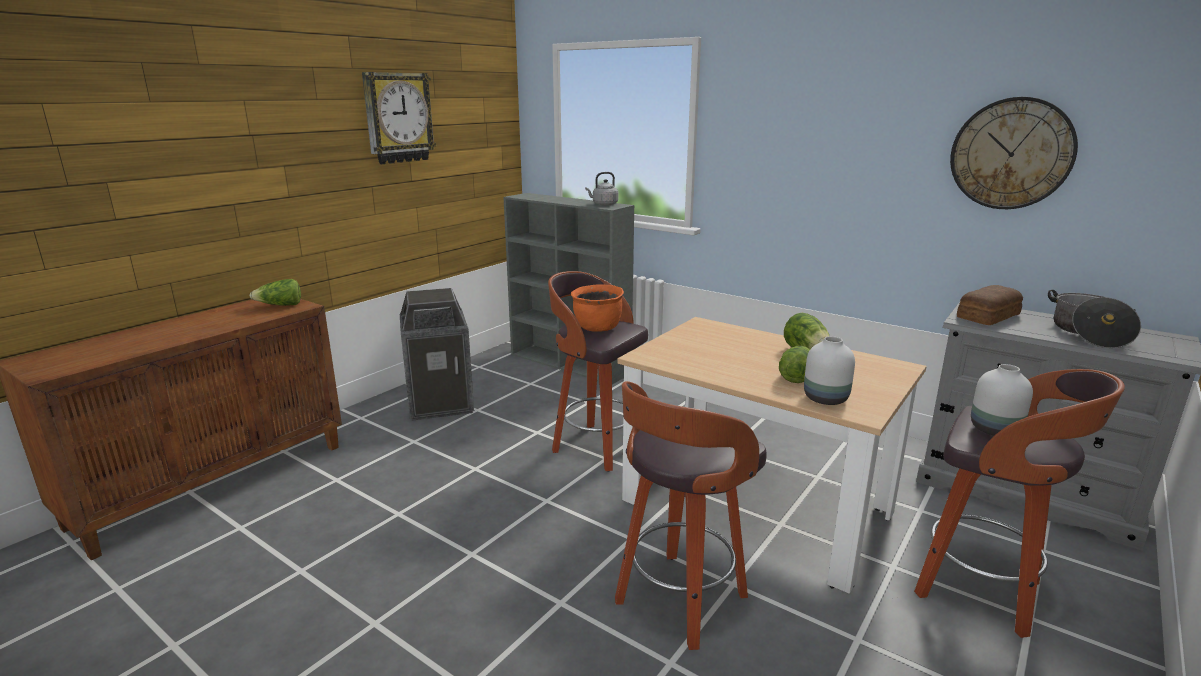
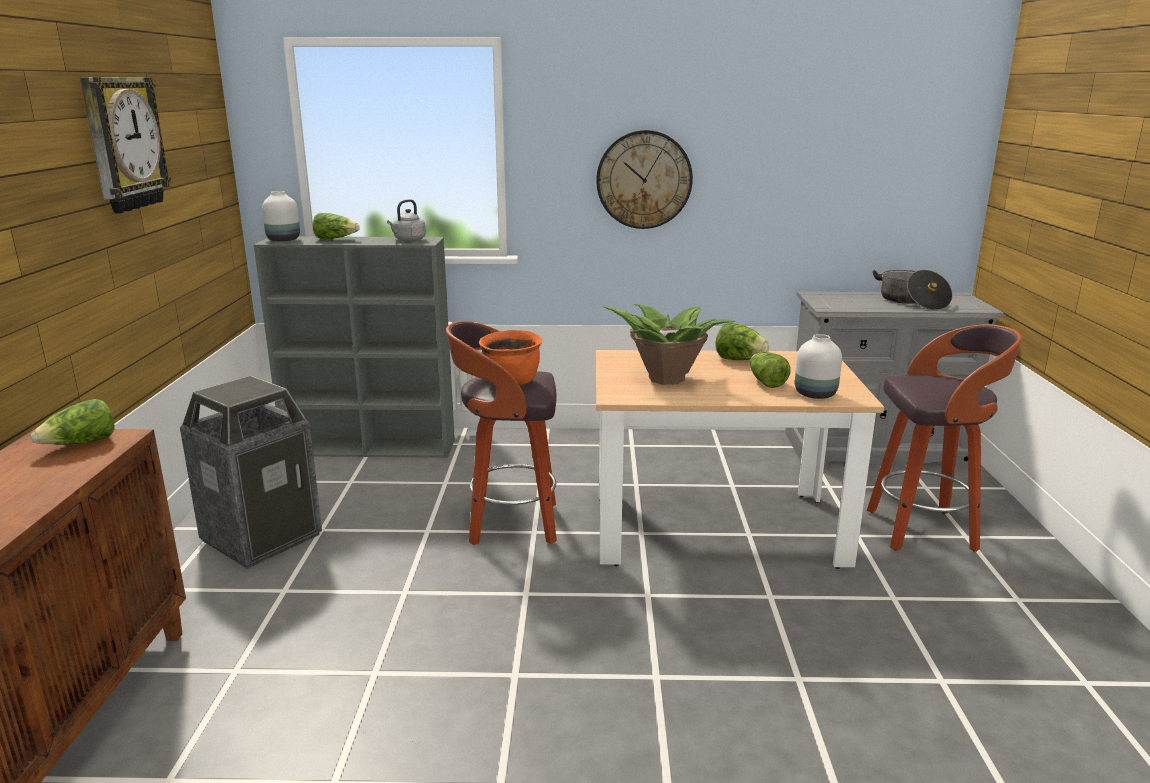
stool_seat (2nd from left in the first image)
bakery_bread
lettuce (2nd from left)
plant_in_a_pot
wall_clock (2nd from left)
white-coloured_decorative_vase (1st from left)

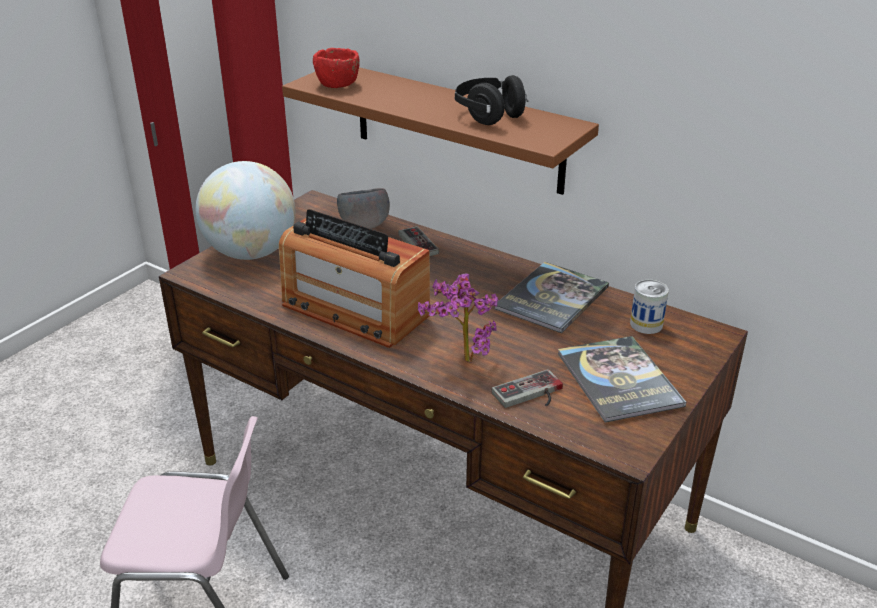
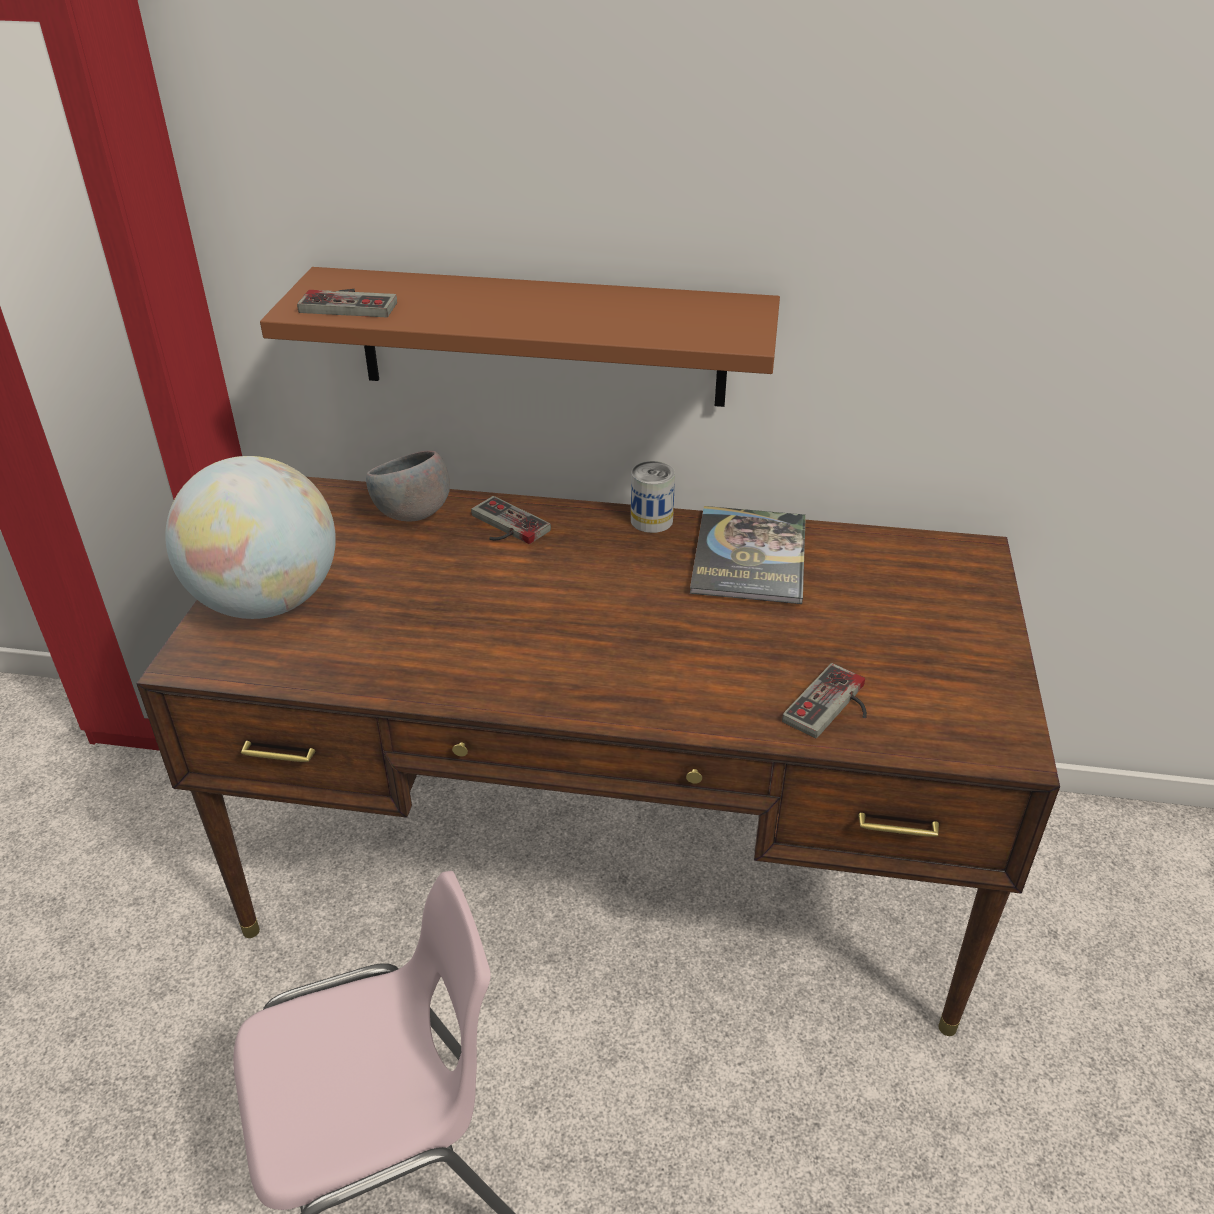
radio
plant_in_a_pot
black_pair_of_headphones
volume (2nd from left in the first image)
can
gamepad (1st from left)

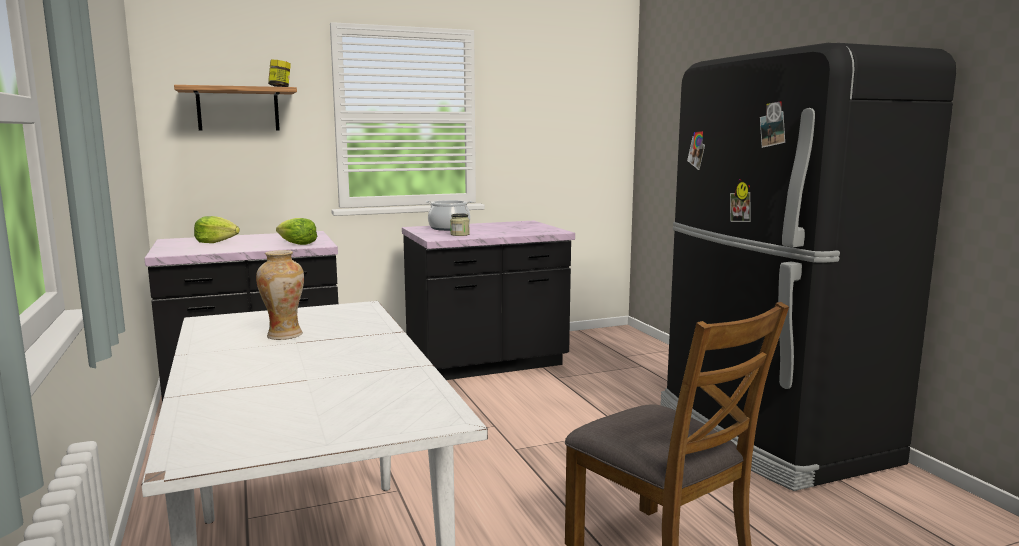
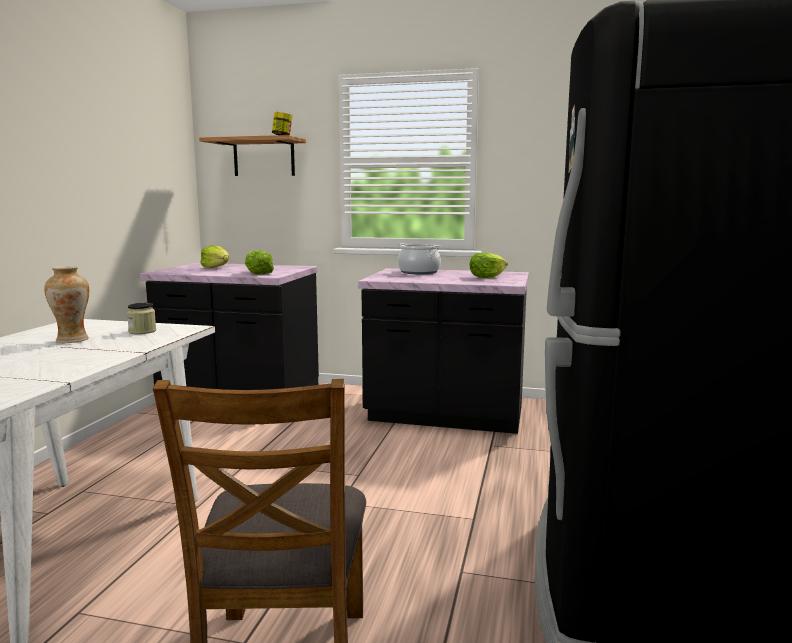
lettuce (3rd from left)
storage_jar (1st from left)

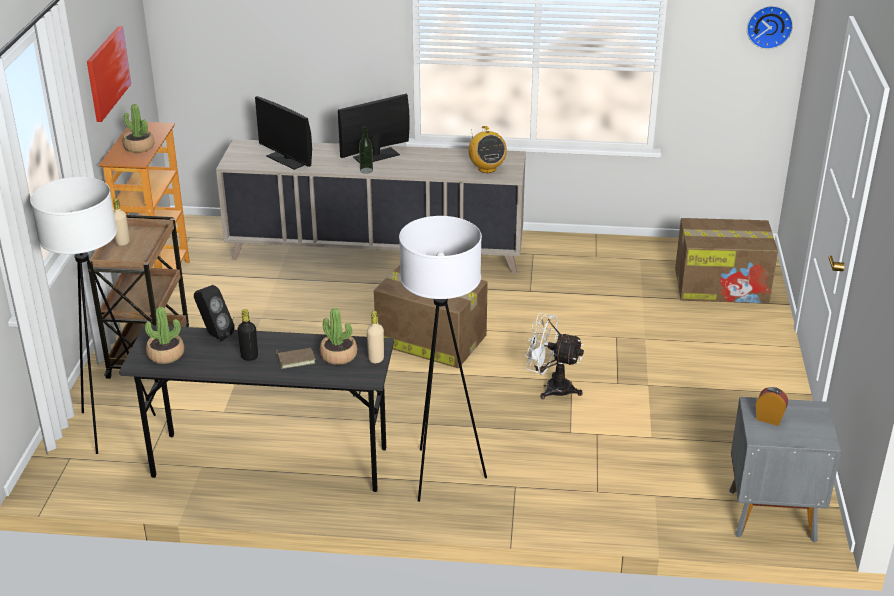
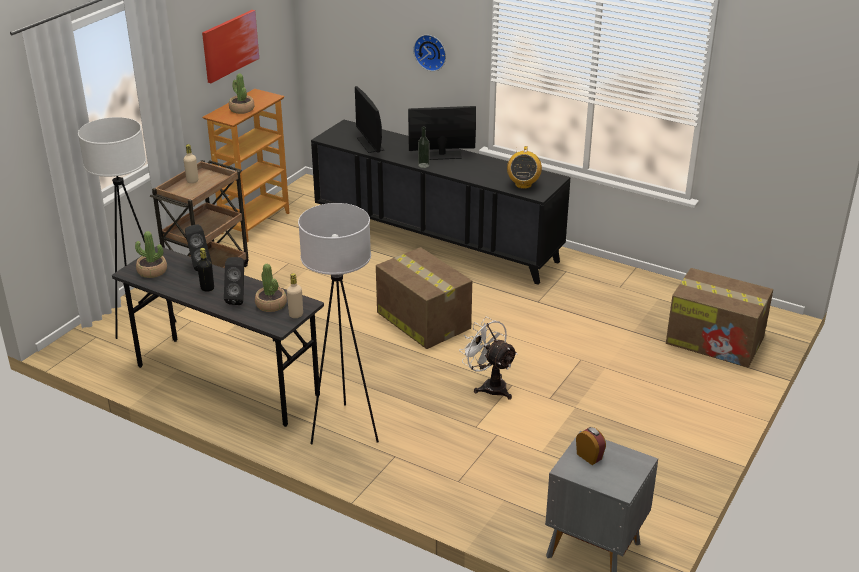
wall_clock
black_speaker (2nd from left)
black_cabinet

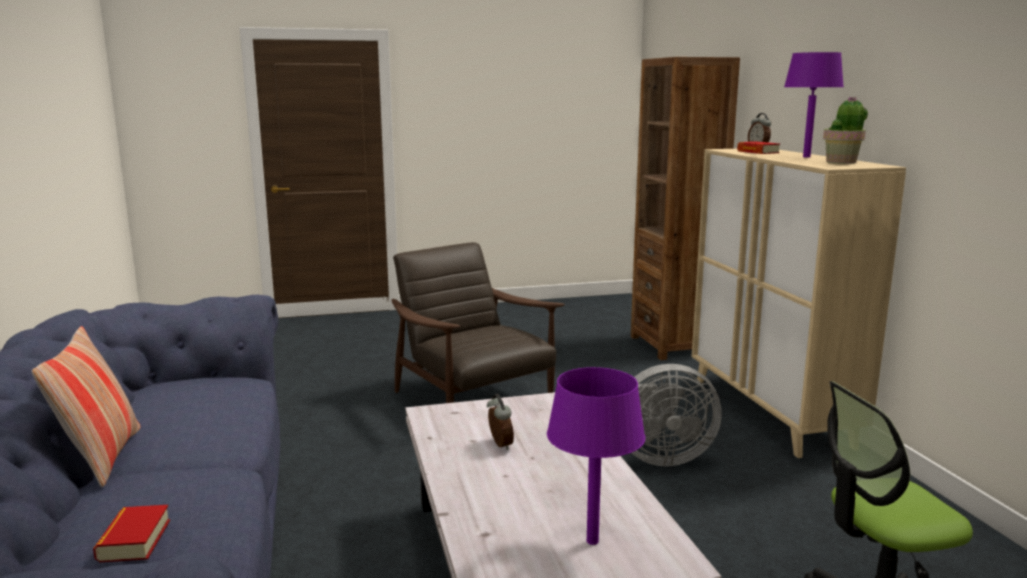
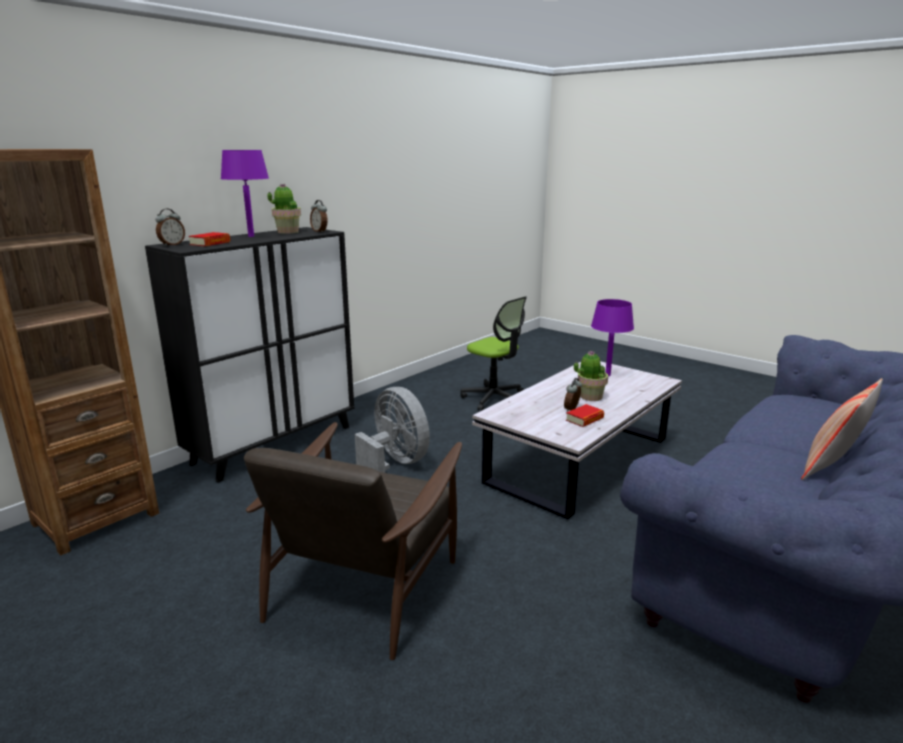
alarm_clock (2nd from left)
plant_in_a_pot (2nd from left)
volume (2nd from left)
black_cabinet

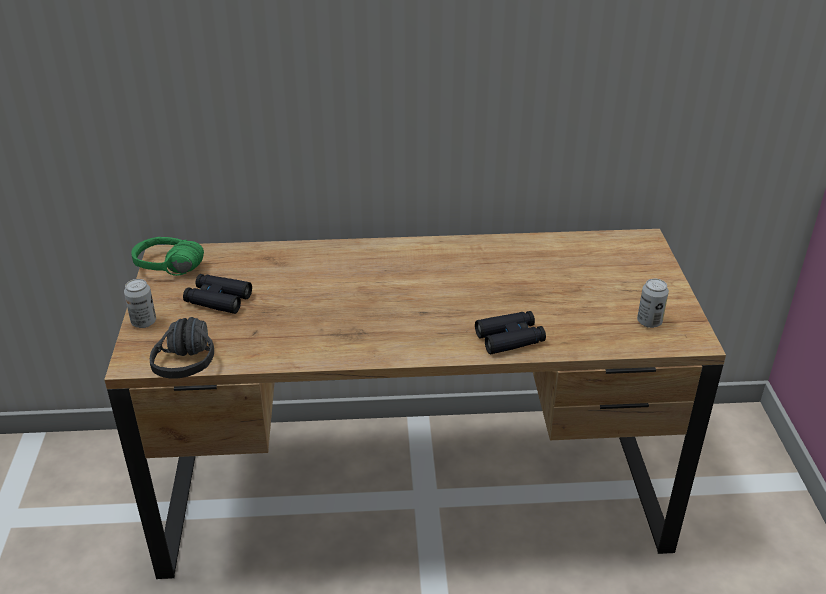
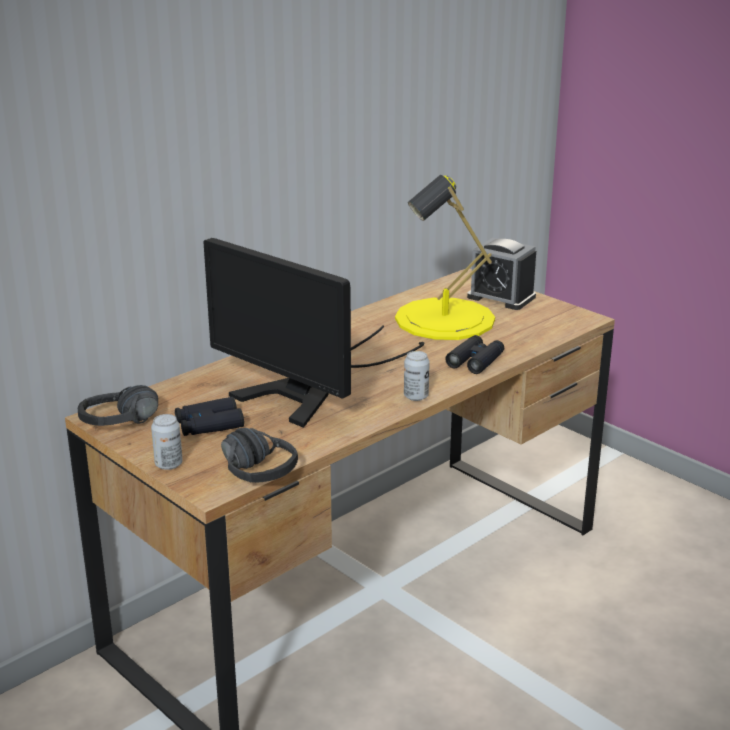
monitor
yellow-coloured_lamp_for_a_table
alarm_clock
can (2nd from left)
black_pair_of_headphones (1st from left)

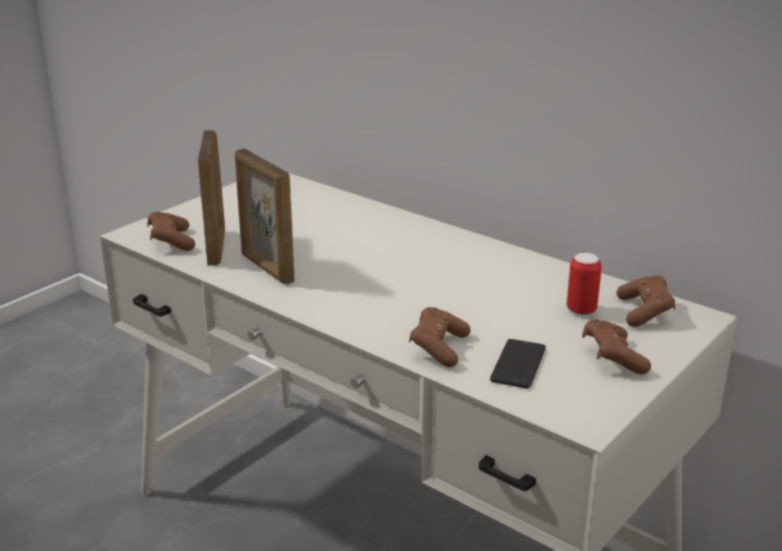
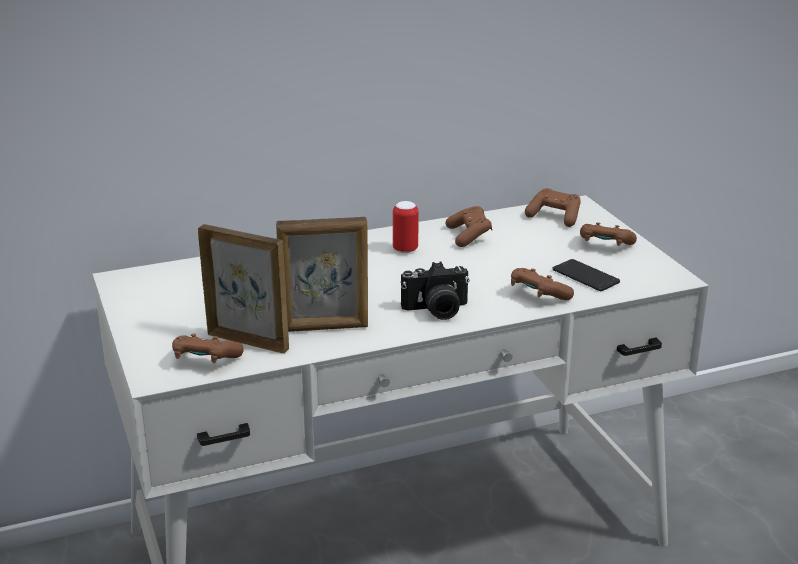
photo_camera
brown_gamepad (2nd from left)
can

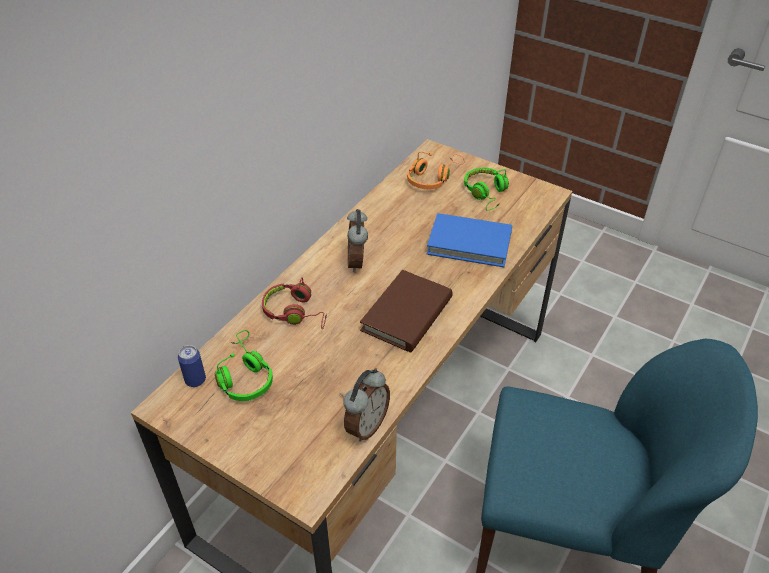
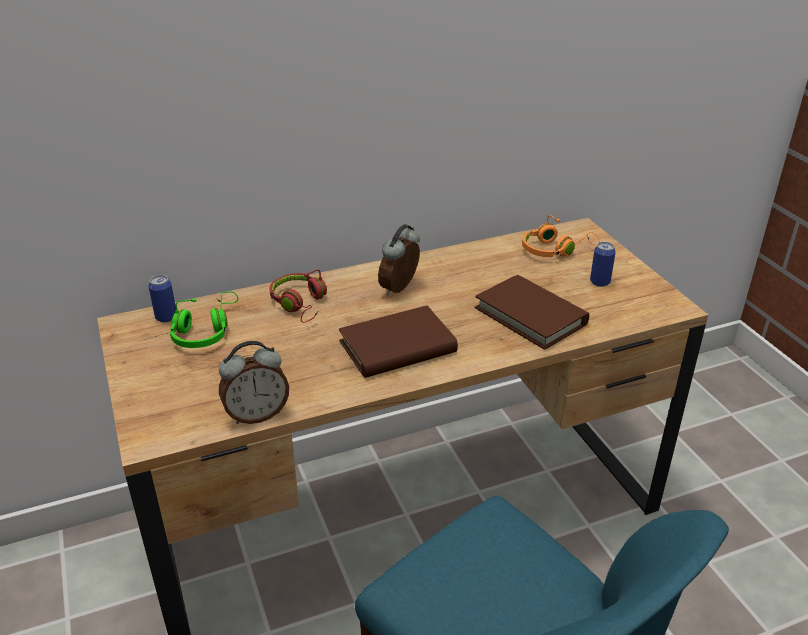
can (2nd from left)
brown_volume (2nd from left)

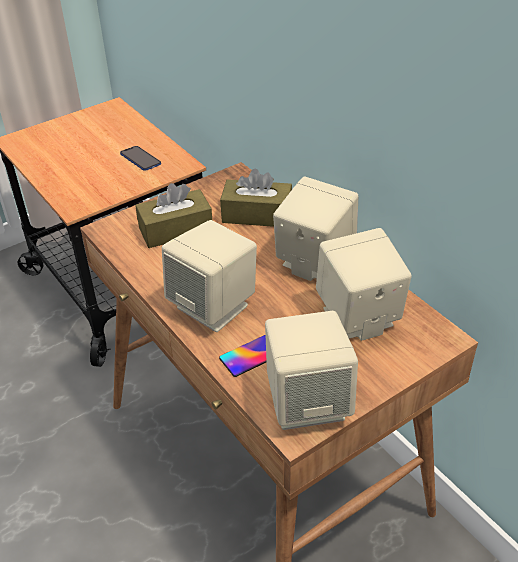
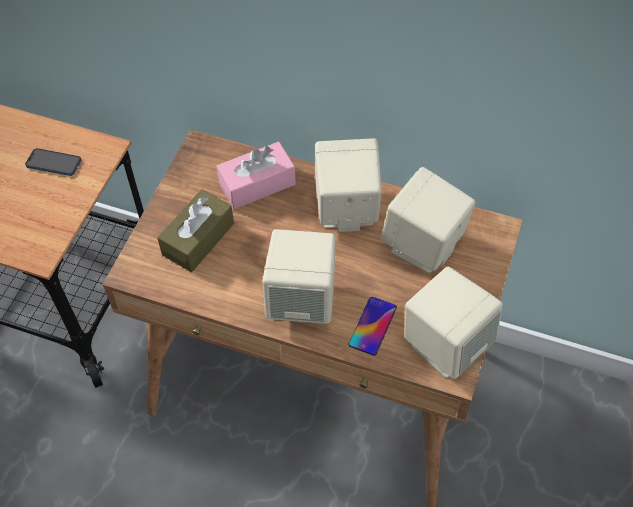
pink-coloured_tissue_box

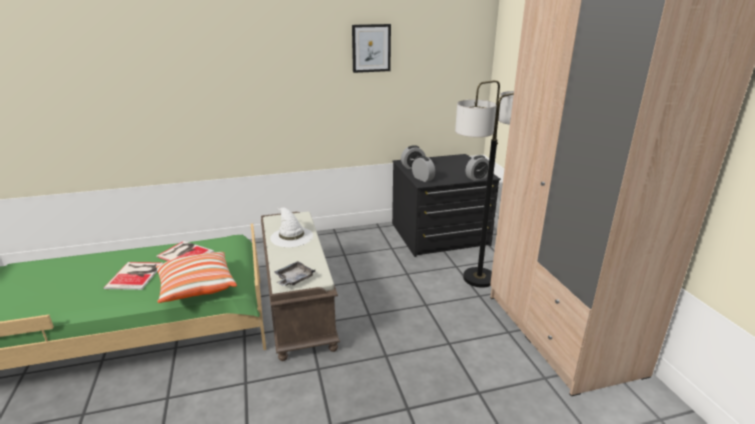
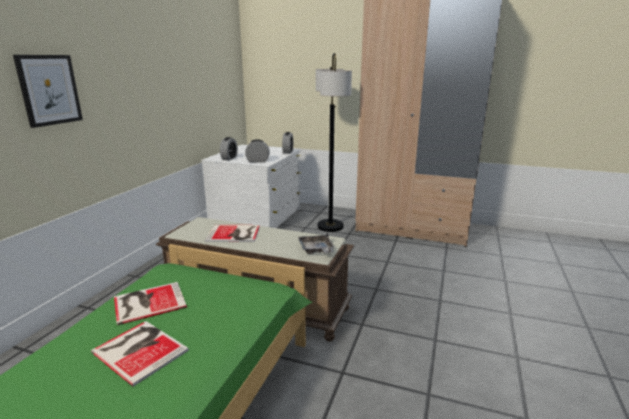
throw_pillow
wall_art
volume (3rd from left)
white-coloured_drawer_chest

